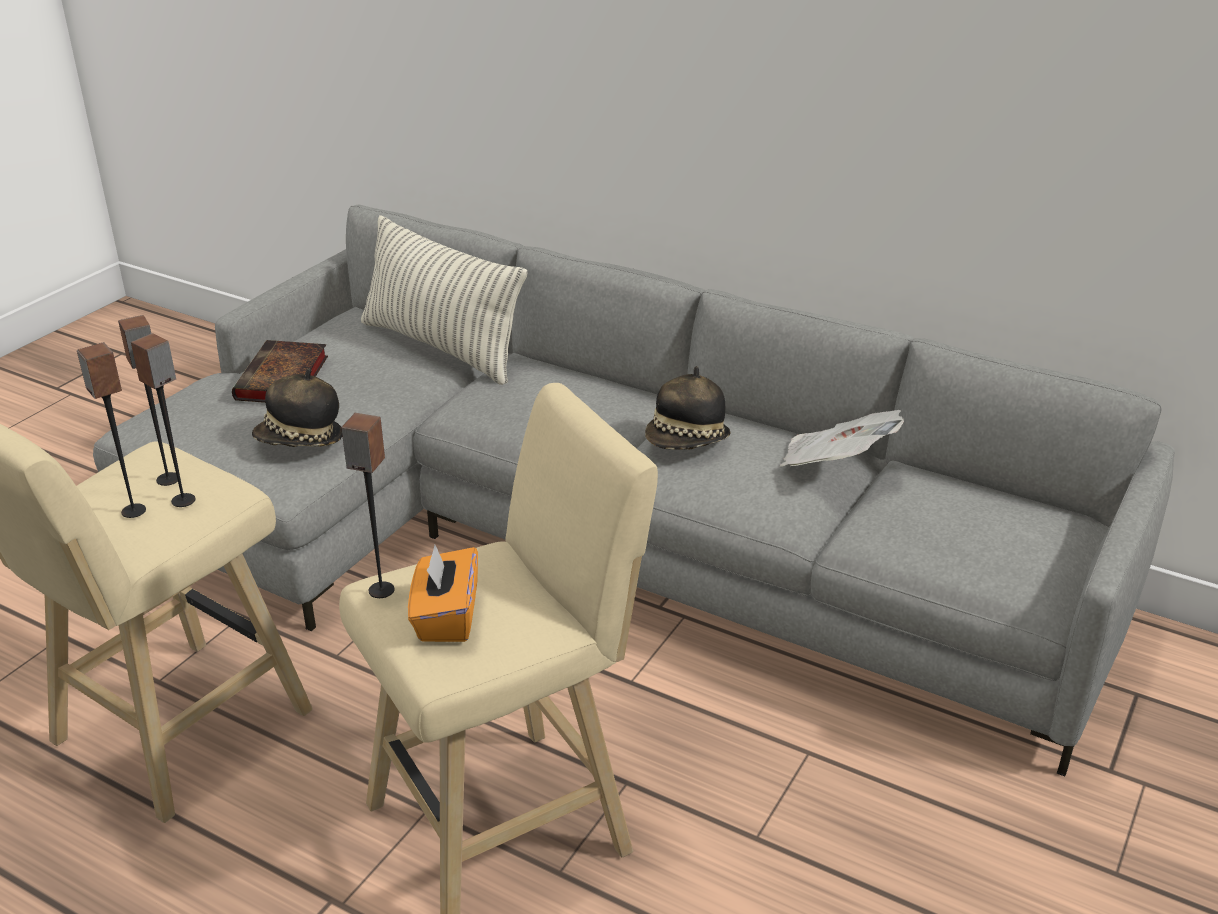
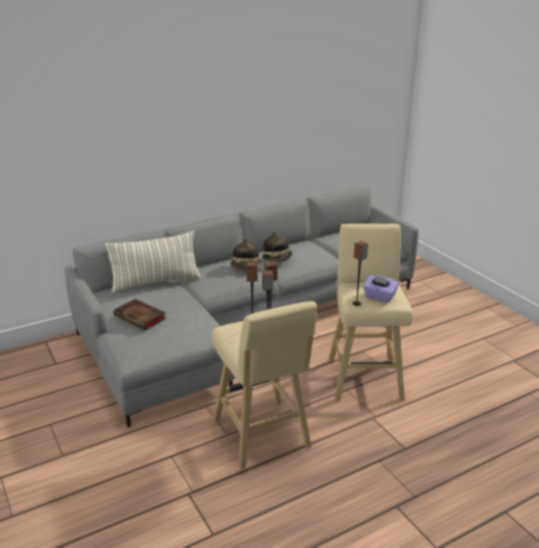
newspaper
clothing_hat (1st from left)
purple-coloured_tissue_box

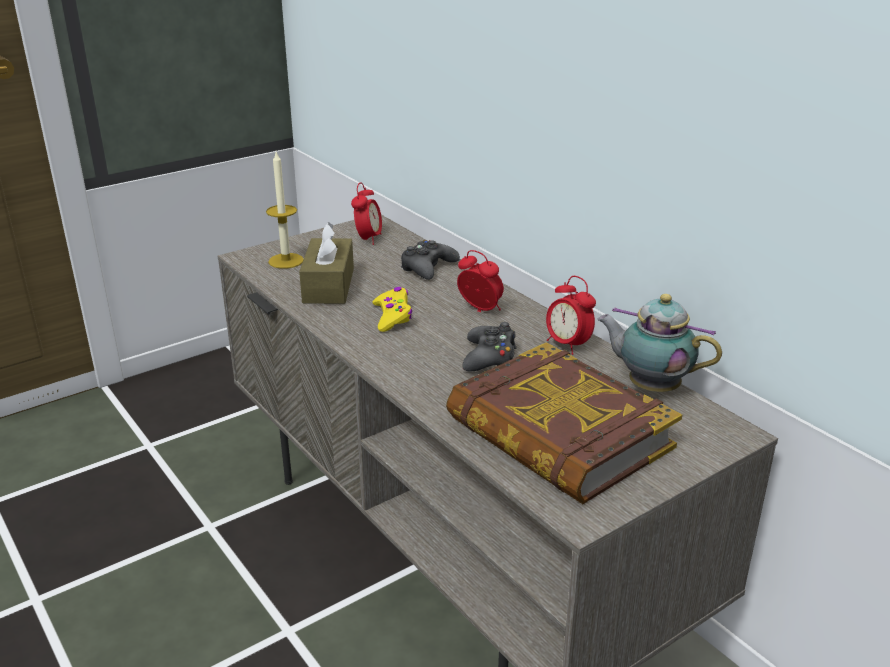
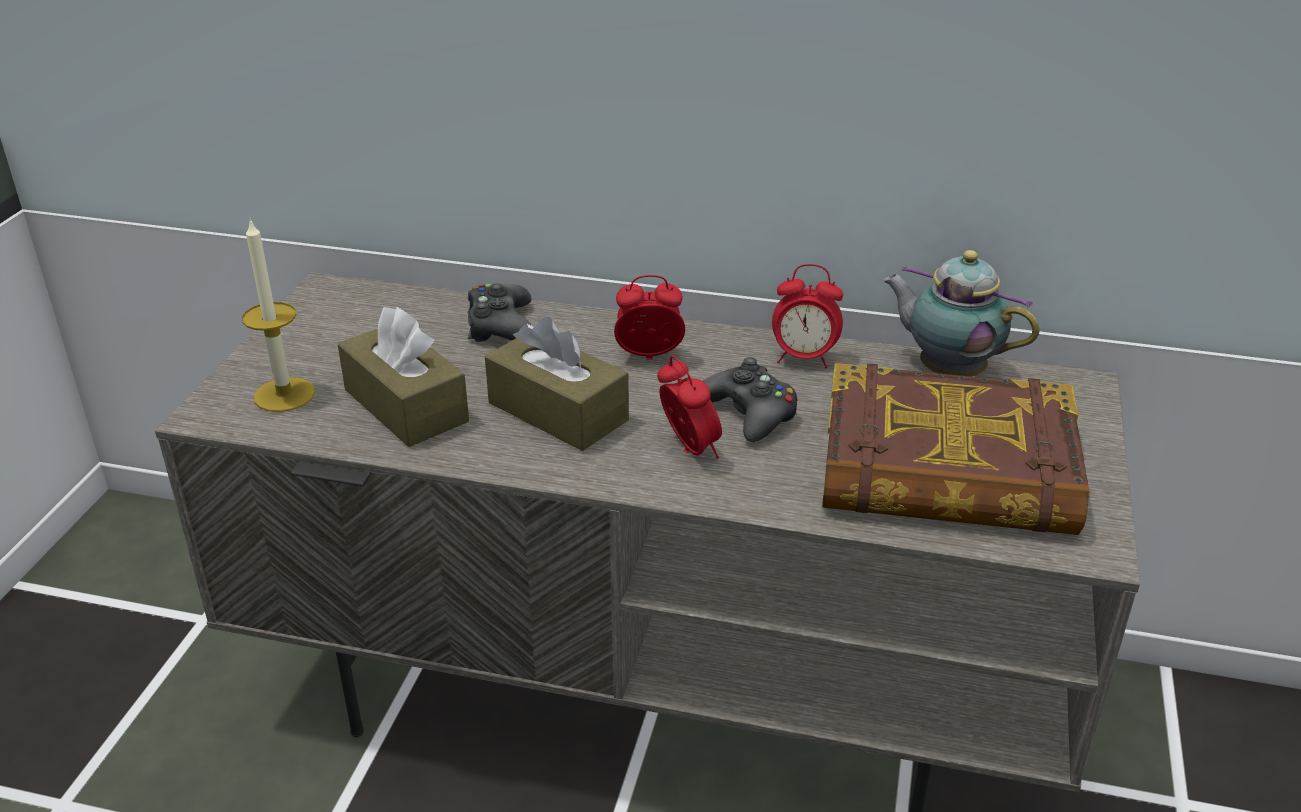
alarm_clock (2nd from left)
brown_tissue_box (2nd from left)
teapot

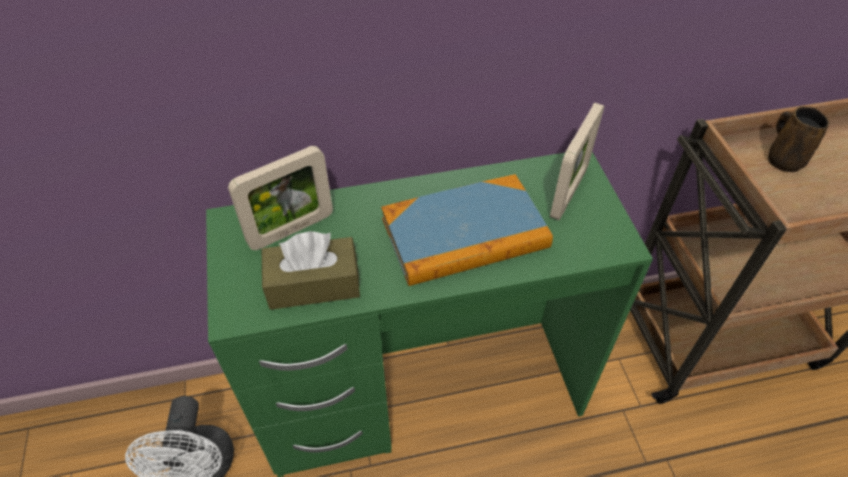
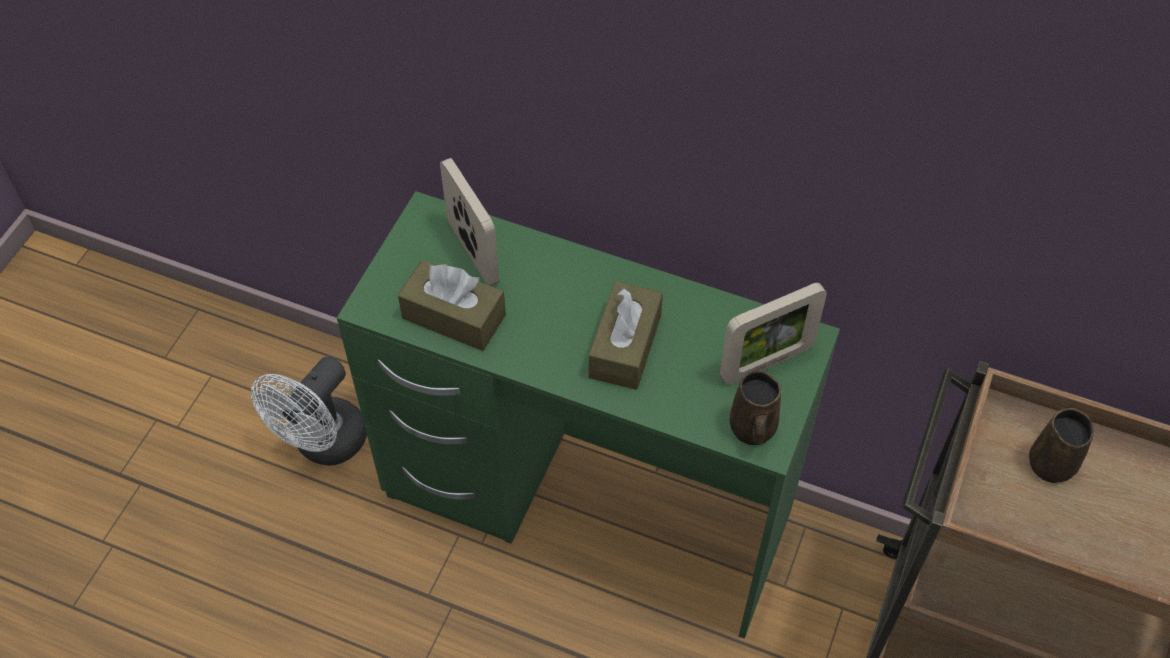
brown_mug (1st from left)
brown_tissue_box (2nd from left)
standing_frame (1st from left)

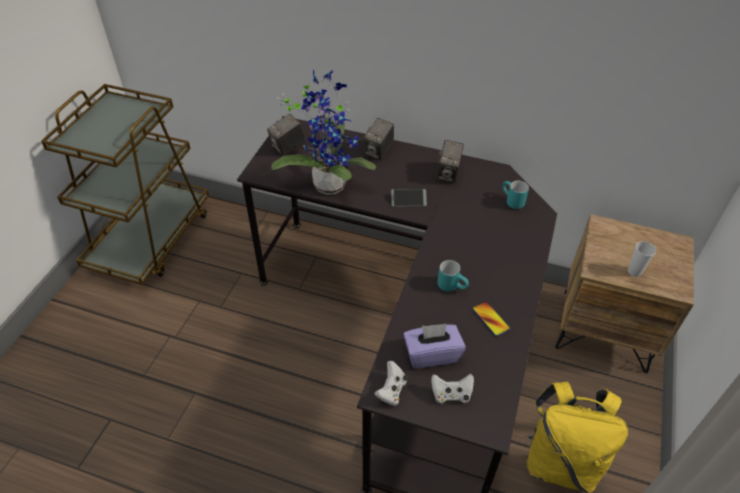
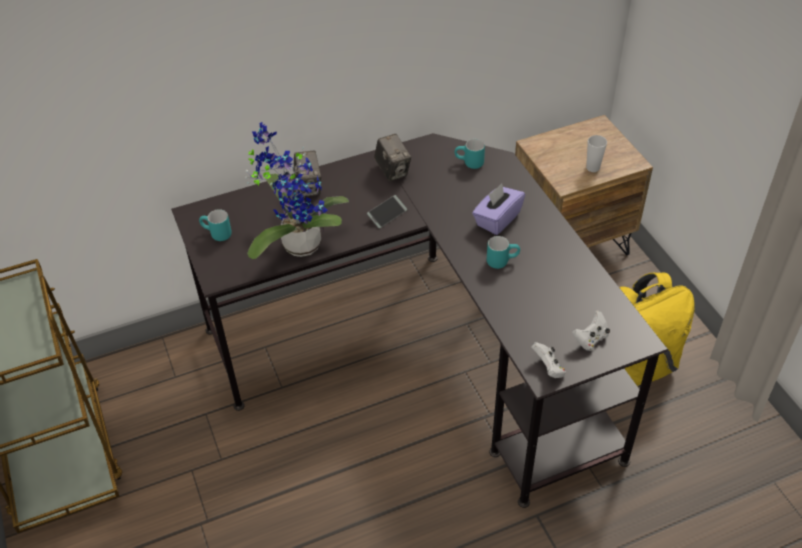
phone (2nd from left in the first image)
purple-coloured_tissue_box
turquoise-coloured_mug (1st from left)

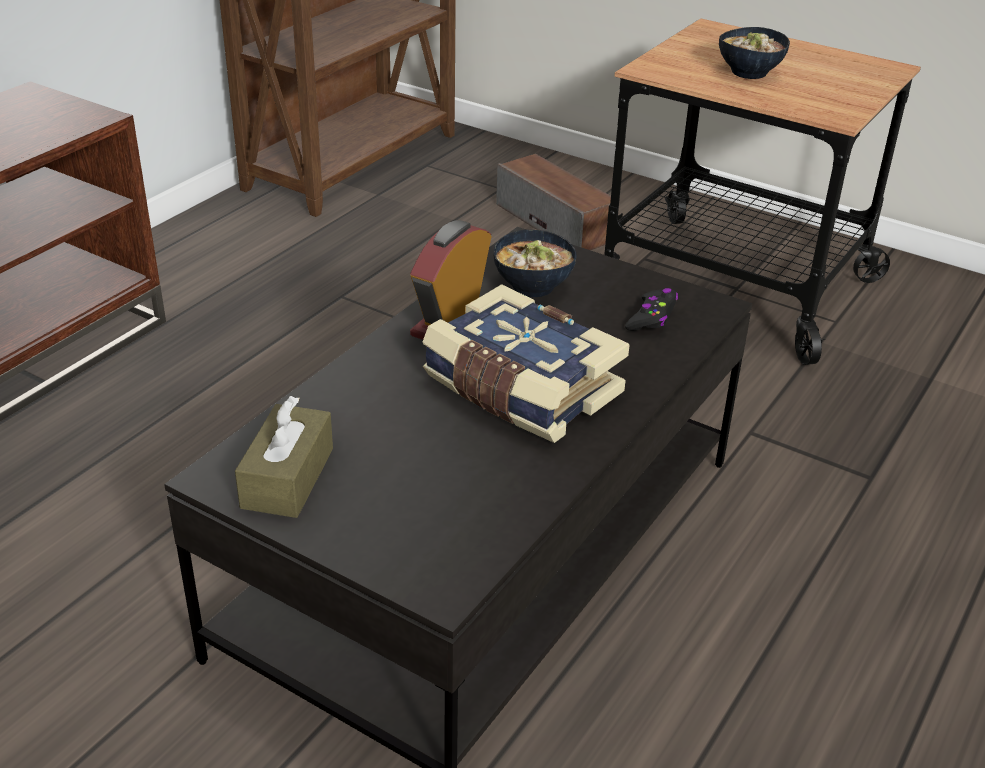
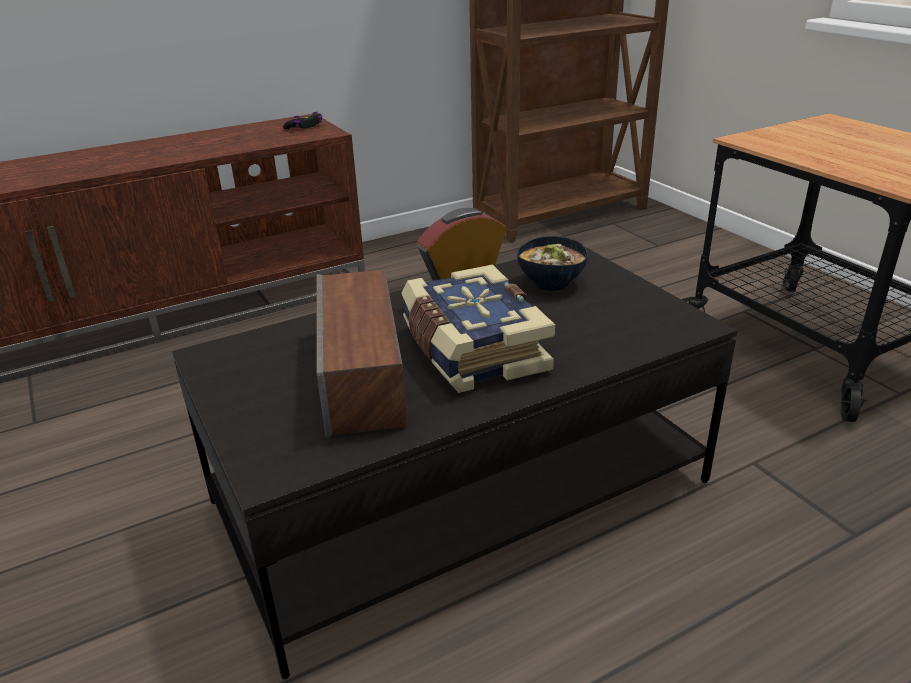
brown_tissue_box
deep_dish (2nd from left in the first image)
speaker
black_gamepad

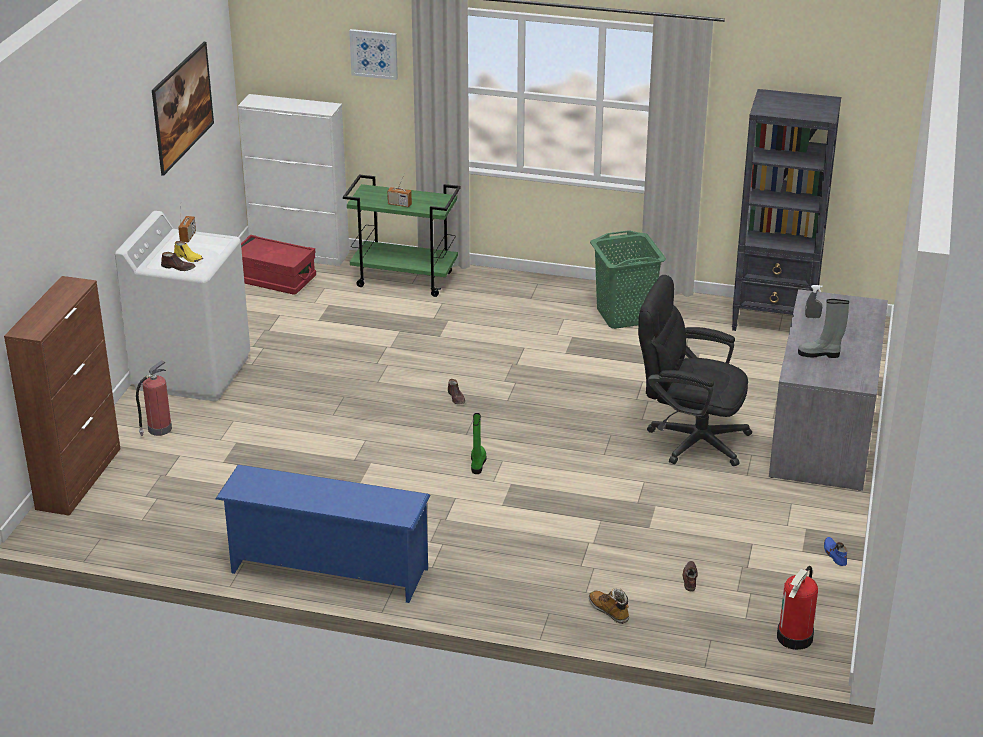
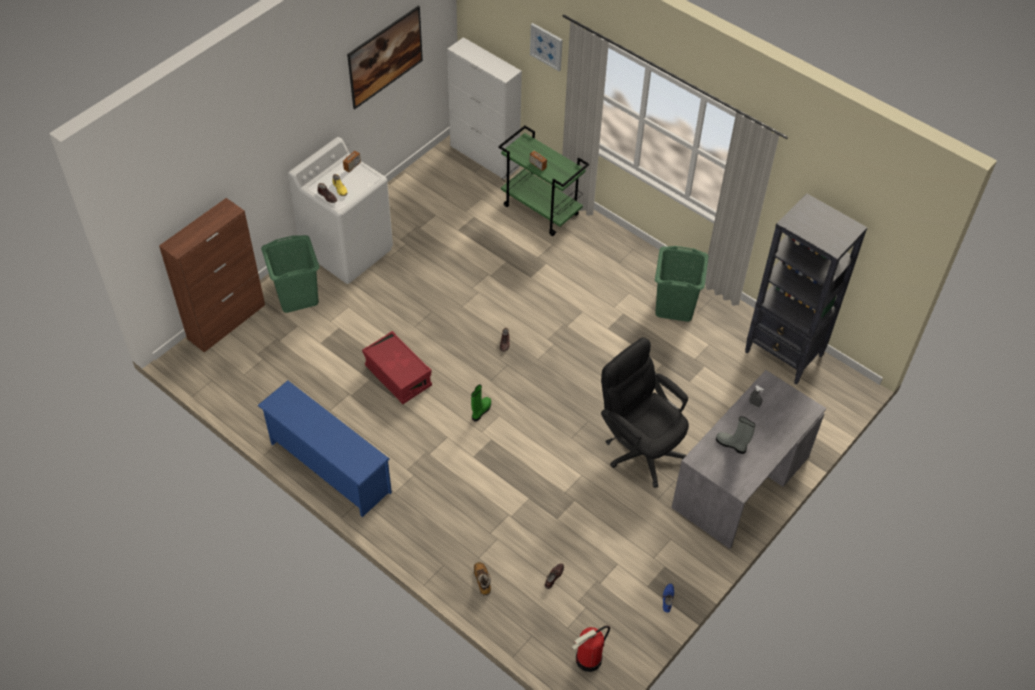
reddish_storage_box
green-coloured_hamper (1st from left)

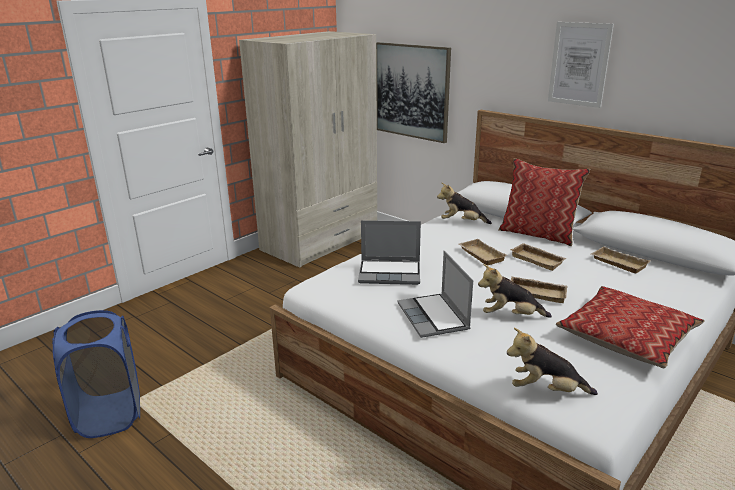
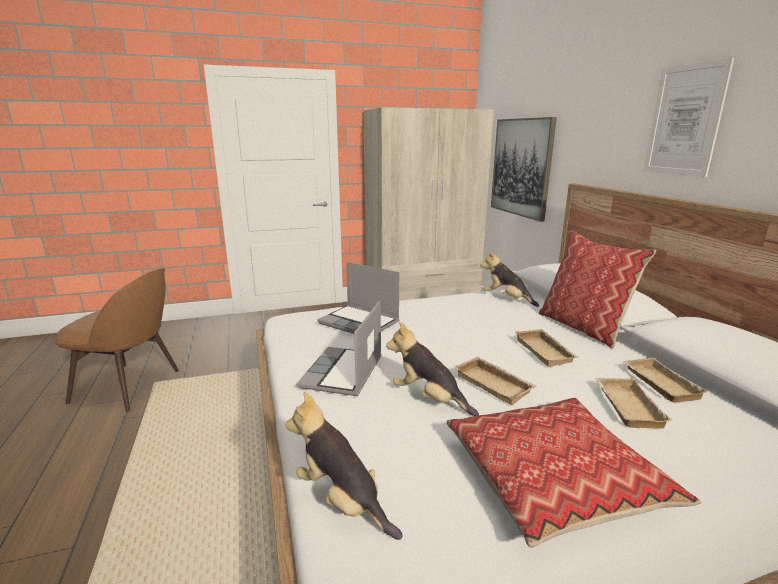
beige-coloured_serving_tray (3rd from left)
brown_upright_chair

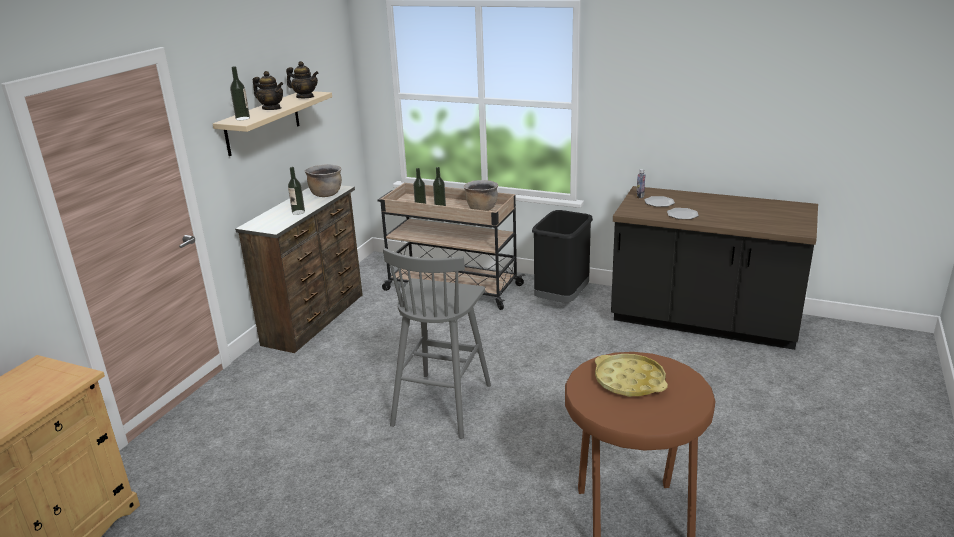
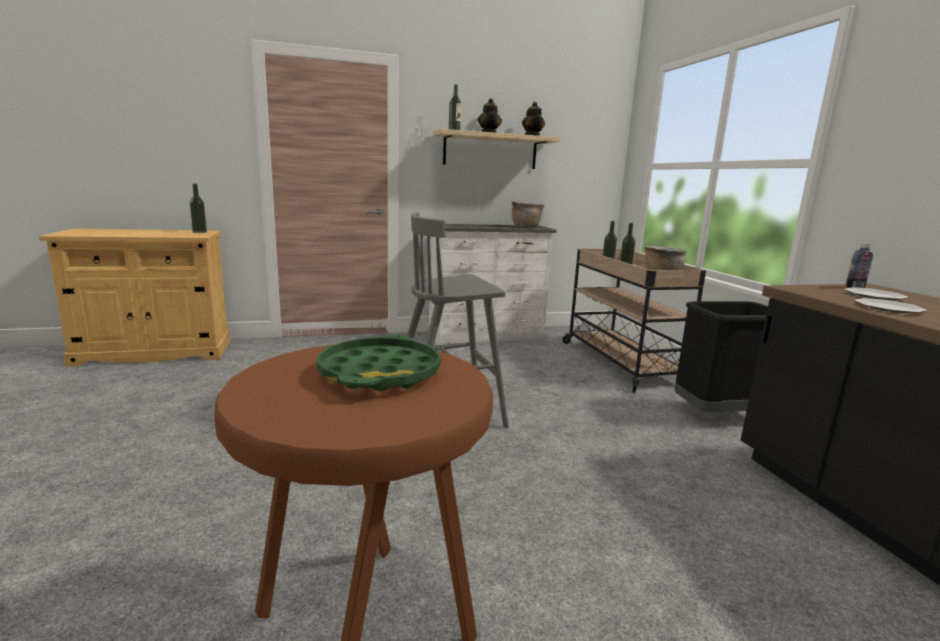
bottle (1st from left)
white-coloured_drawer_chest
green-coloured_serving_tray

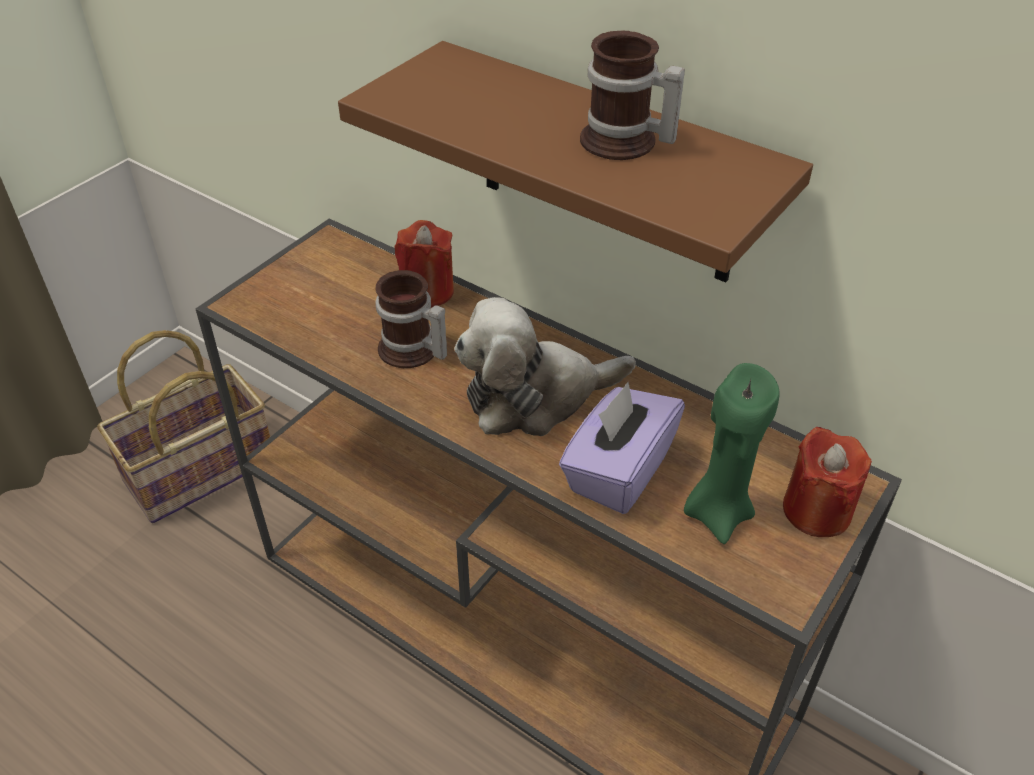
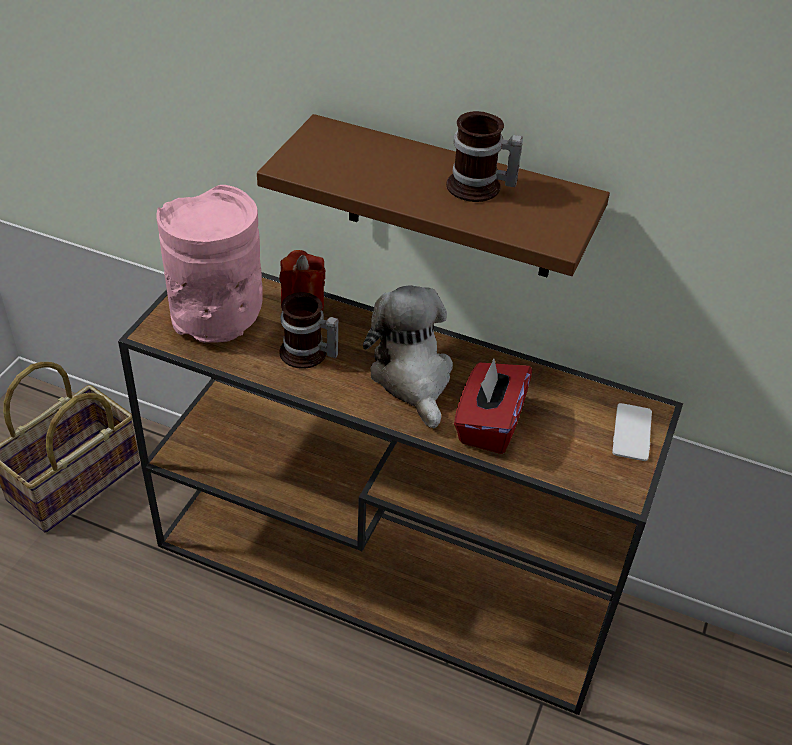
green-coloured_wax_candle
pink-coloured_decorative_vase
phone
reddish_tissue_box
soft_toy

